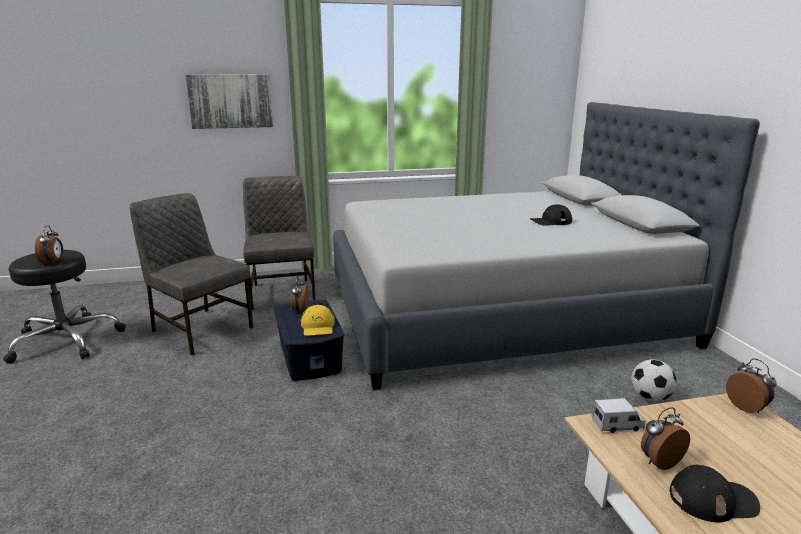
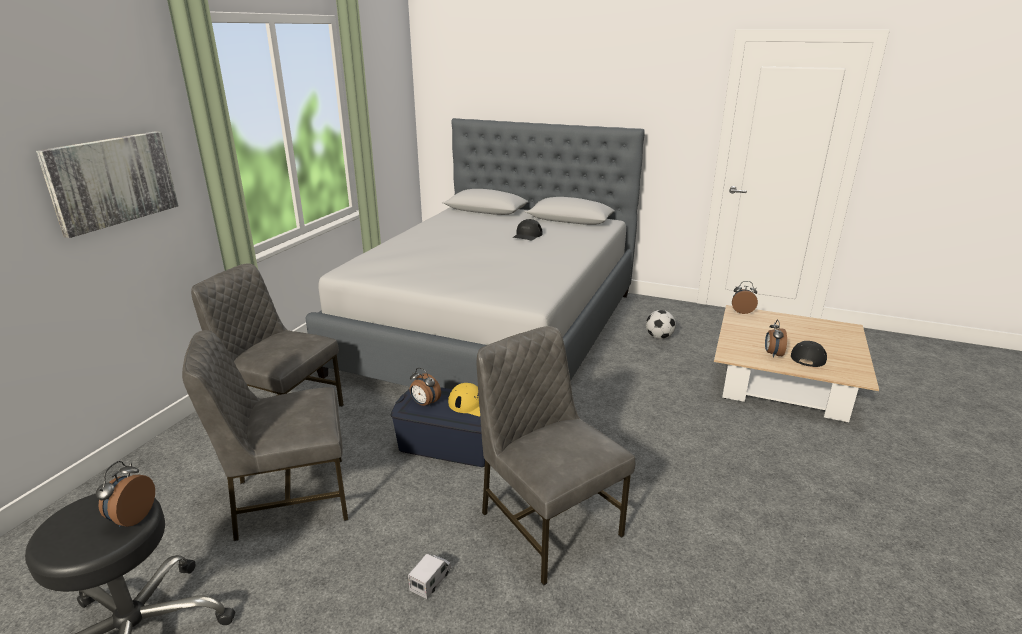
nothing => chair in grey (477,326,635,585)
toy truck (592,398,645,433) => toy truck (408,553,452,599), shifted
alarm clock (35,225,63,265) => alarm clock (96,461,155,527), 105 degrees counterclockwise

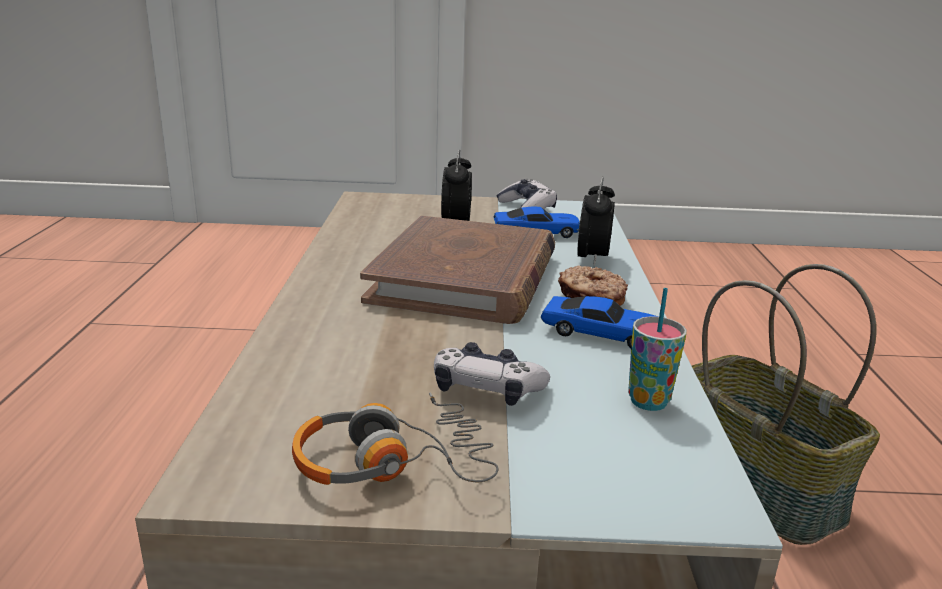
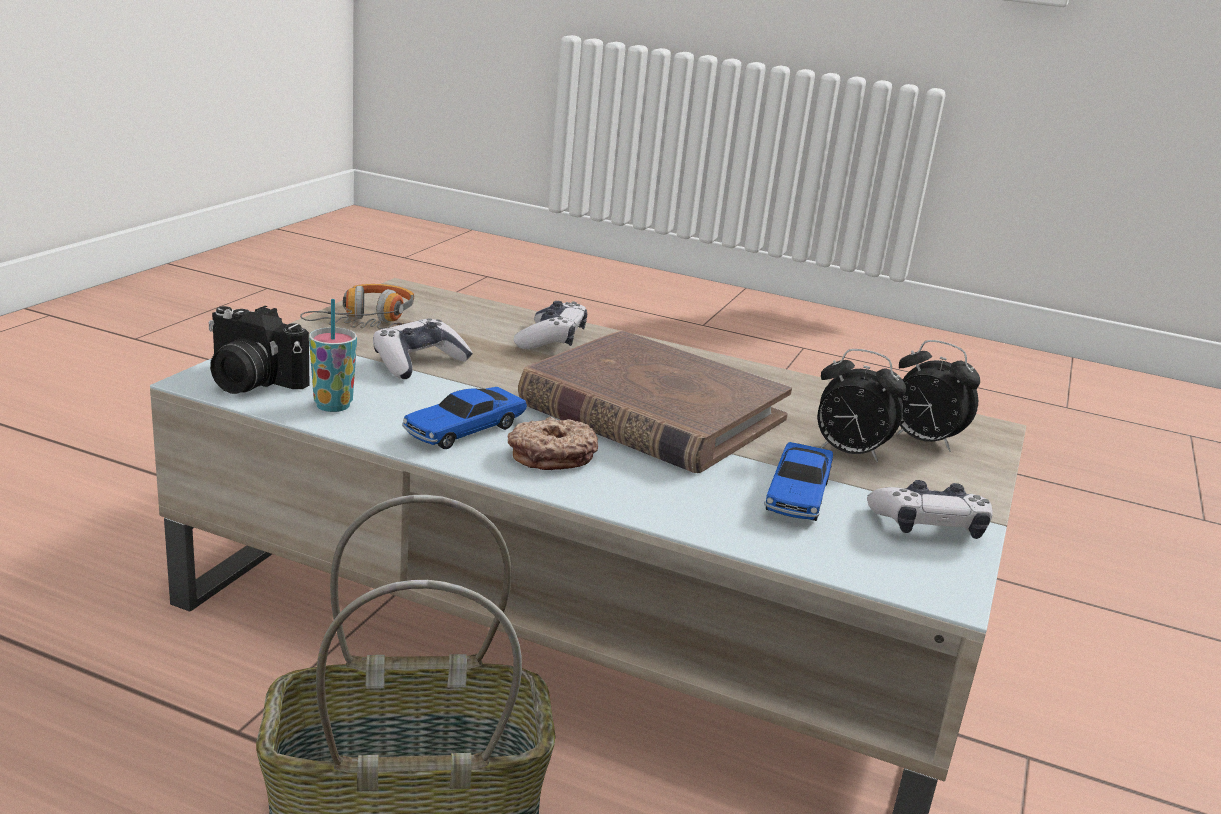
nothing => photo camera (208,306,310,394)
nothing => game controller (514,301,587,349)
alarm clock (577,176,615,266) => alarm clock (897,340,980,451), shifted

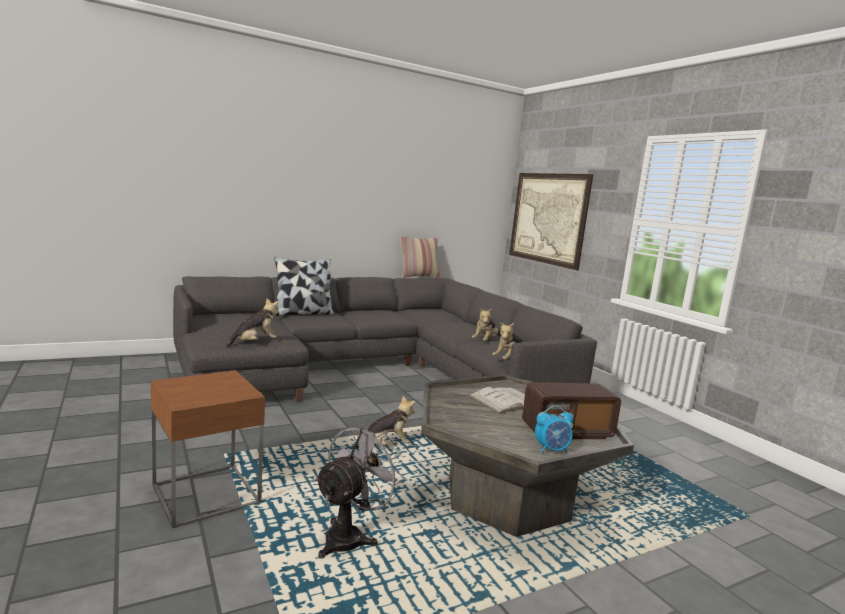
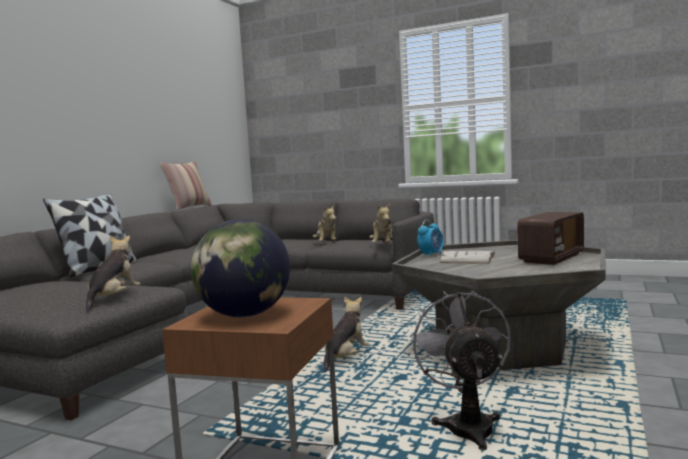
picture (509,173,593,270) => nothing
nothing => globe (191,219,290,317)
alarm clock (535,405,573,453) => alarm clock (418,220,444,257), shifted

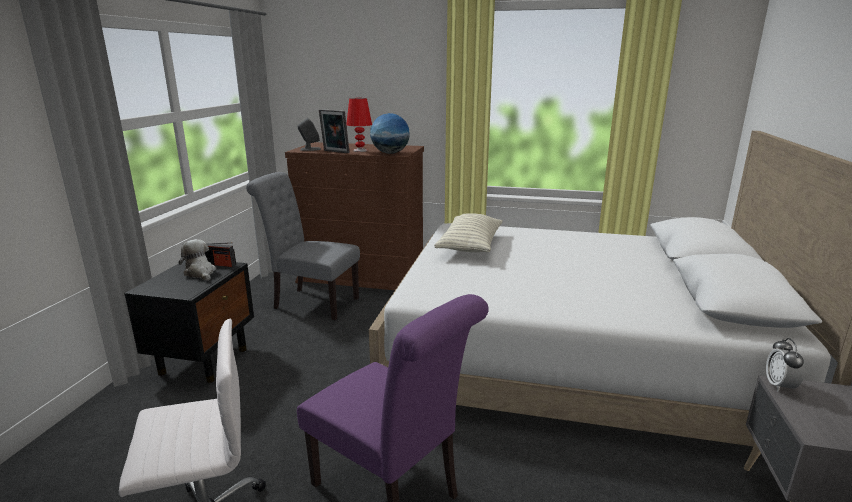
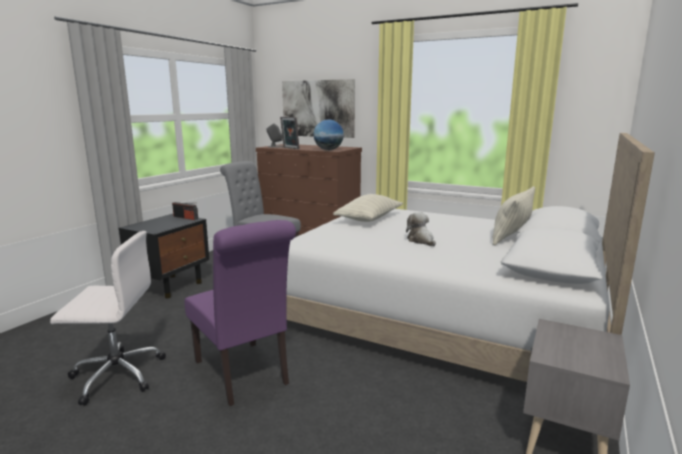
table lamp in red (346,98,372,152) => nothing
alarm clock (766,338,805,392) => nothing
nothing => picture (282,79,355,138)
nothing => pillow (493,186,535,246)
plush toy (179,239,216,281) => plush toy (406,212,436,246), shifted

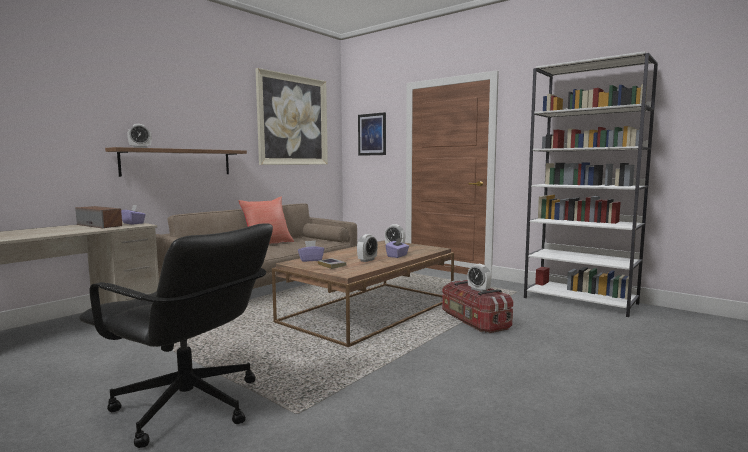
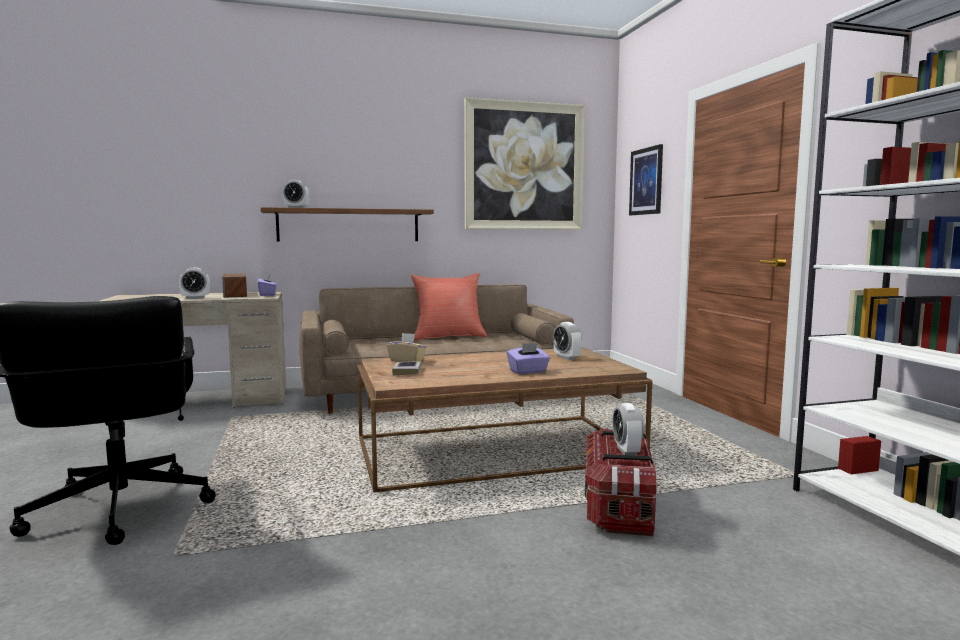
alarm clock (357,234,378,262) => alarm clock (179,268,210,299), shifted
tissue box in purple (298,240,324,262) => tissue box in beige (387,333,427,362)

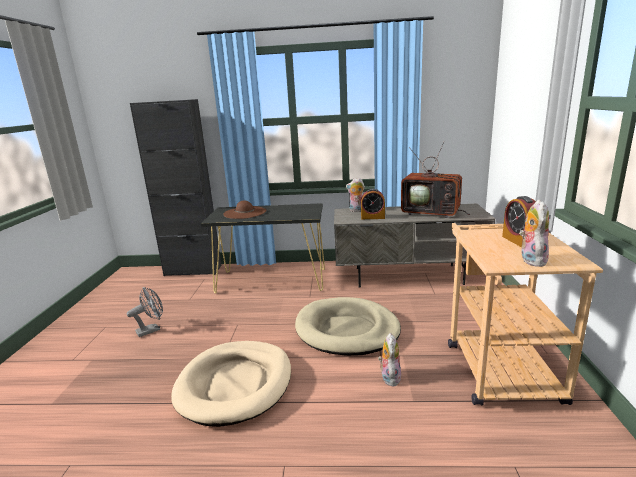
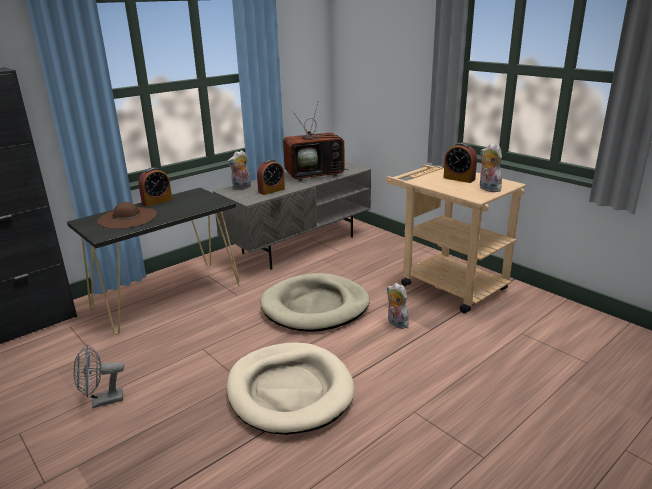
nothing => alarm clock (138,167,172,207)
fan in grey (127,287,163,337) => fan in grey (73,344,124,408), 120 degrees counterclockwise

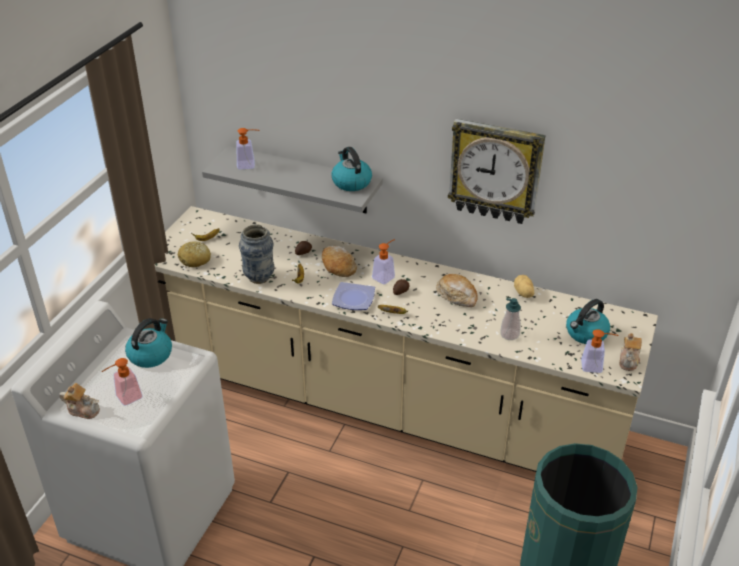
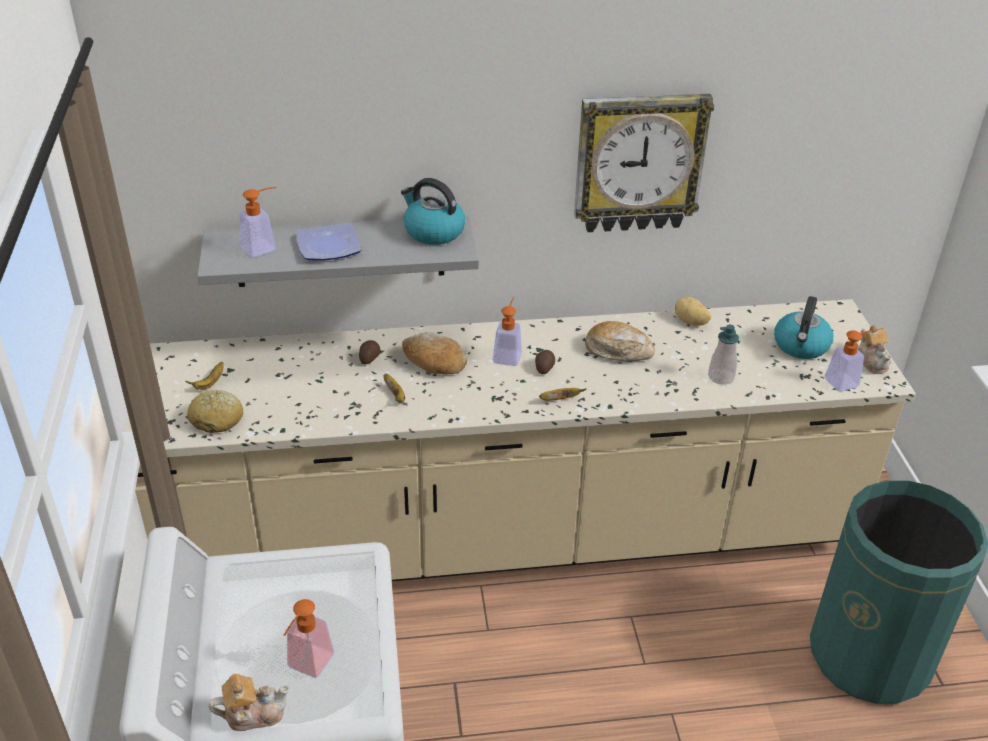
kettle (125,318,172,368) => nothing
vase (239,224,274,284) => nothing
plate (332,282,375,310) => plate (297,223,361,261), shifted

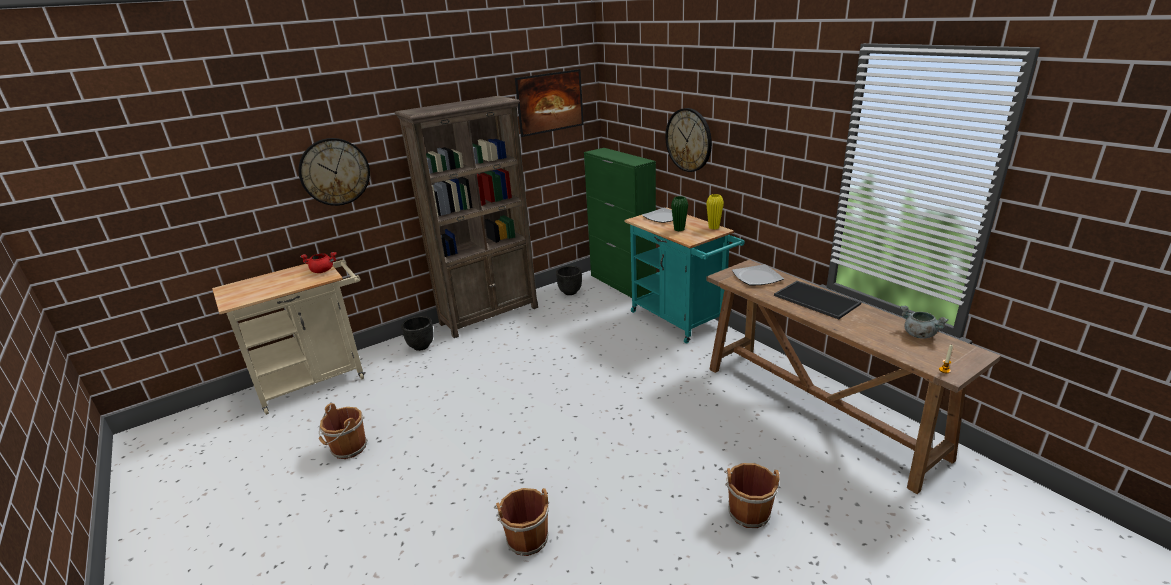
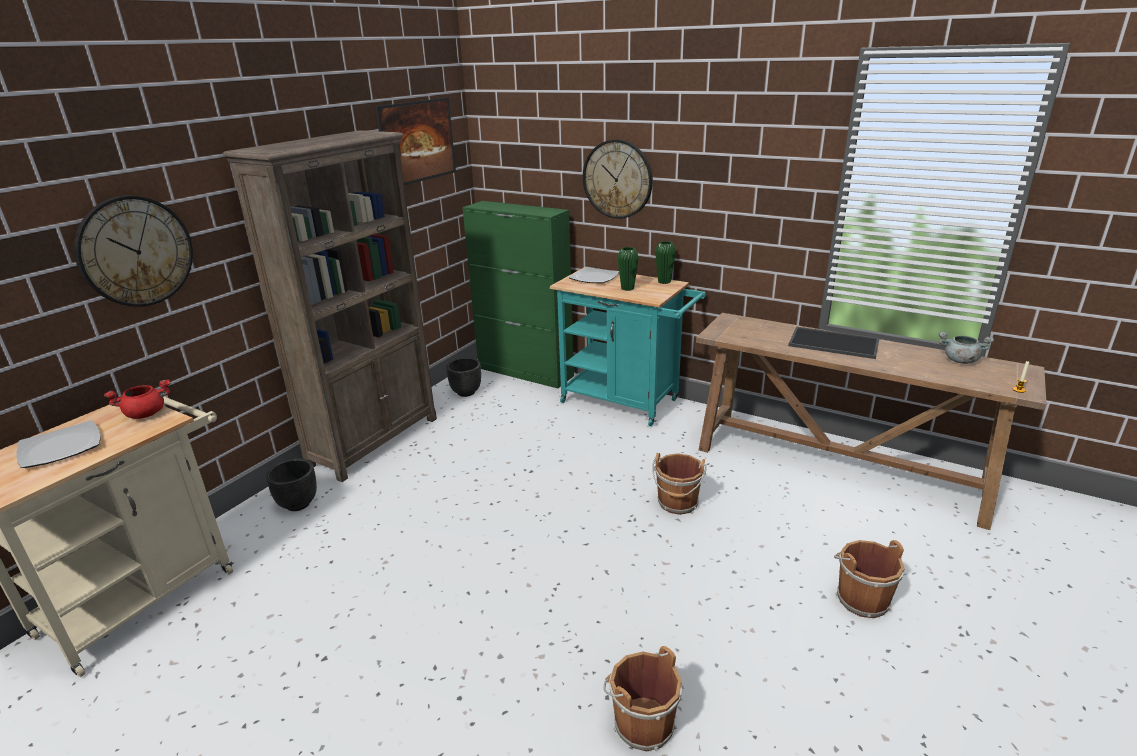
bucket in brown (319,403,368,459) => bucket in brown (652,453,707,515), shifted
plate (732,264,784,286) => plate (16,420,101,468), shifted
vase in yellow (706,194,724,230) => vase in green (655,241,676,284)

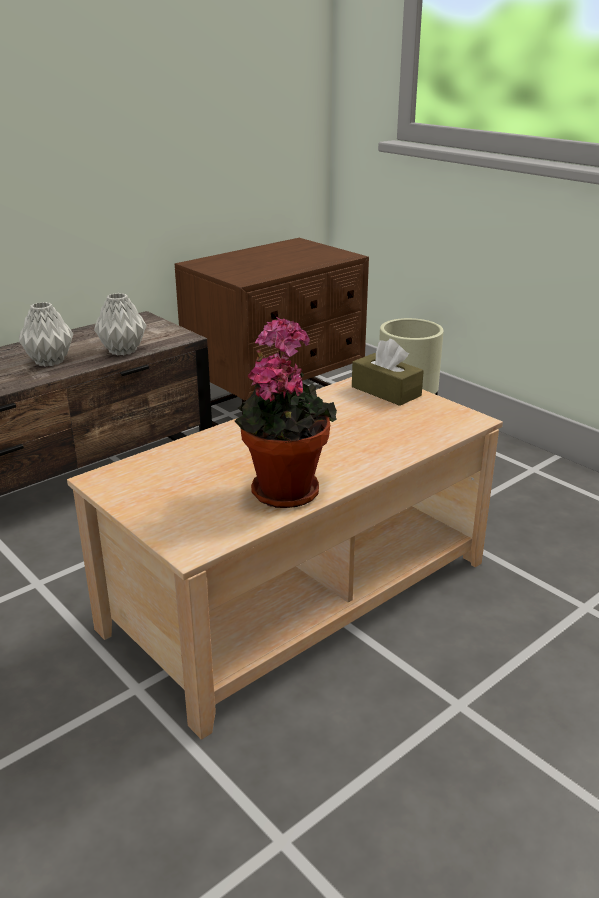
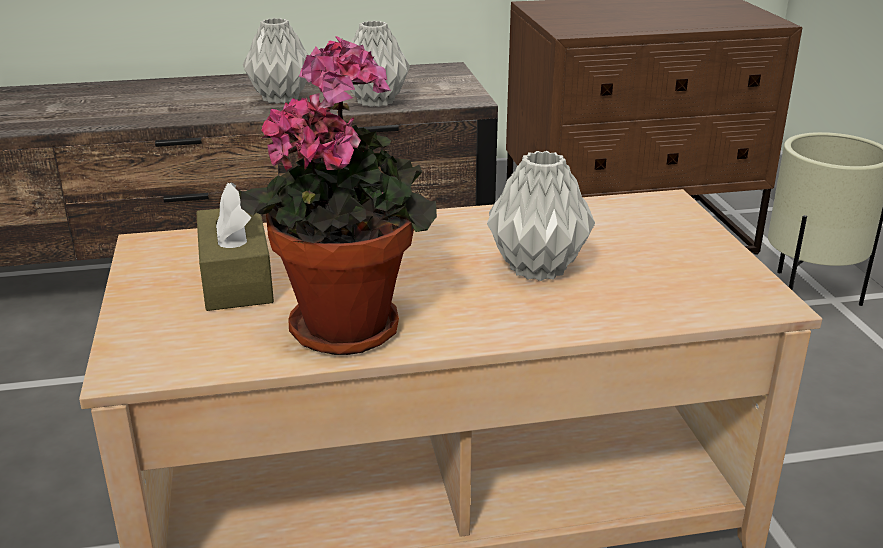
nothing => vase in grey (487,151,595,281)
tissue box in brown (352,339,424,406) => tissue box in brown (196,182,274,311), shifted

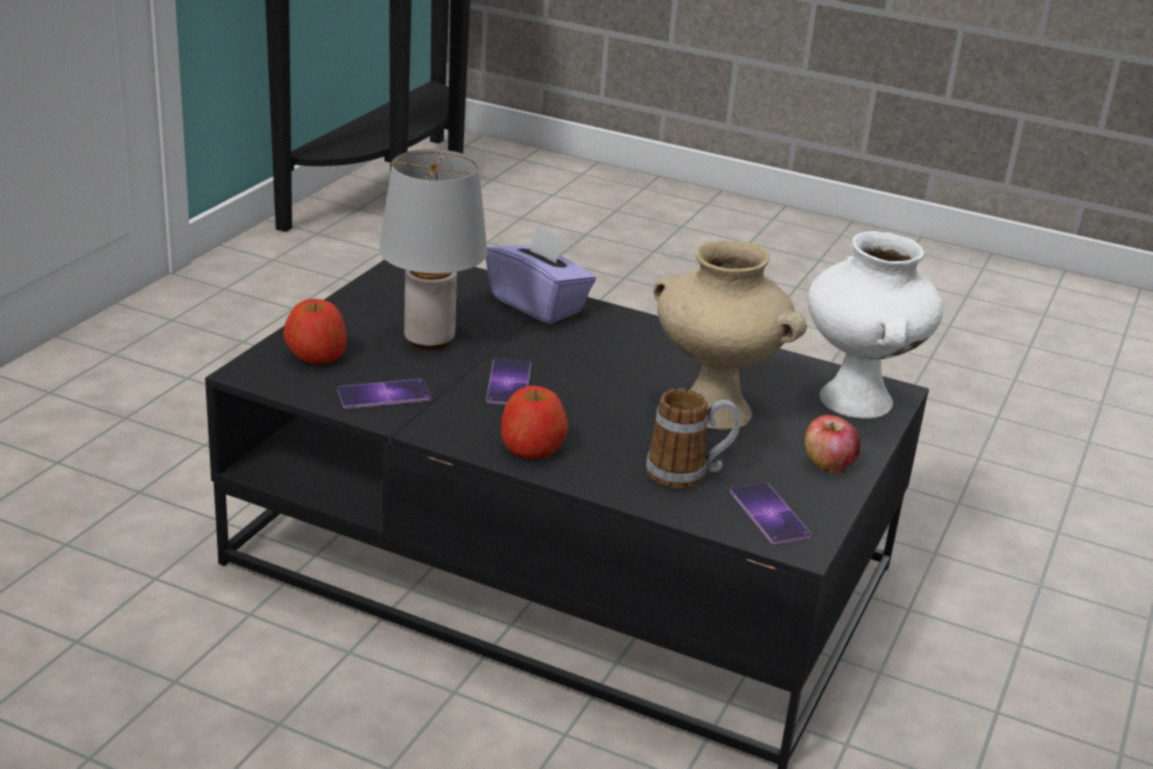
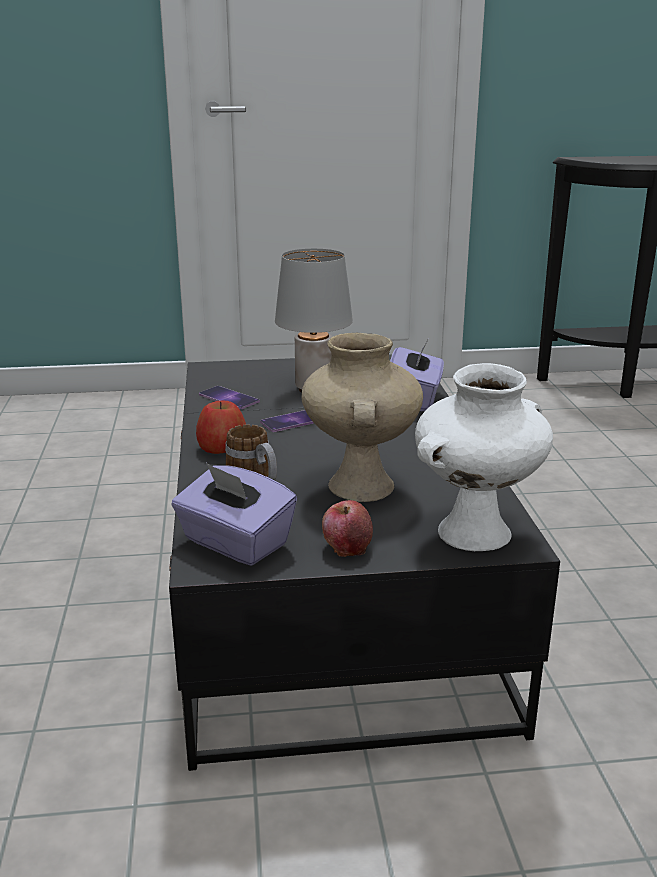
apple (284,299,347,364) => nothing
phone (730,483,812,545) => tissue box in purple (171,463,297,566)

